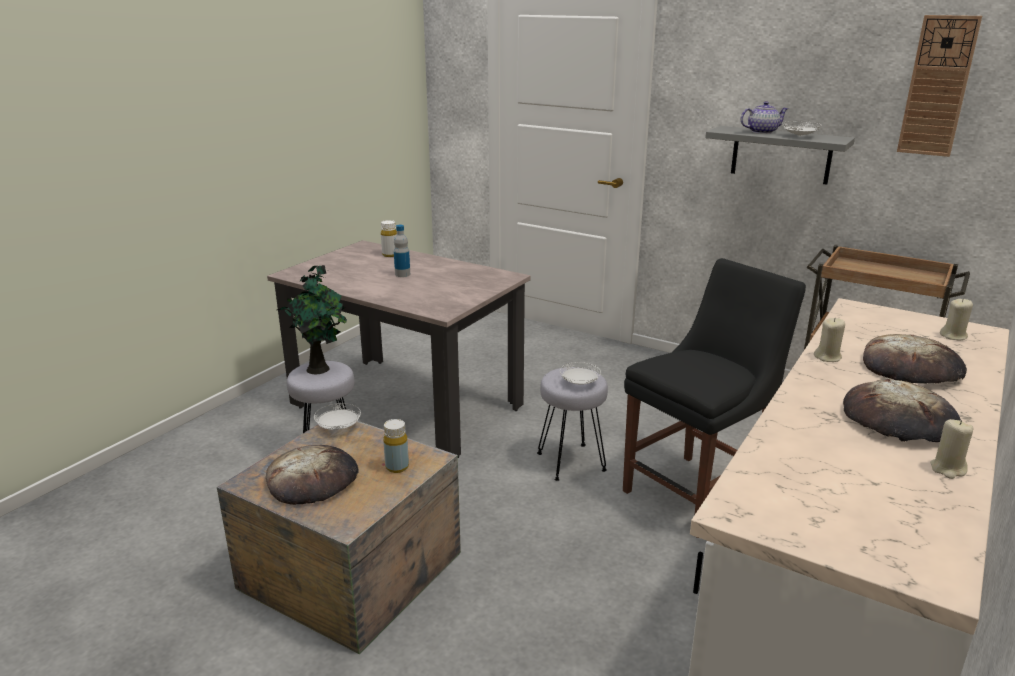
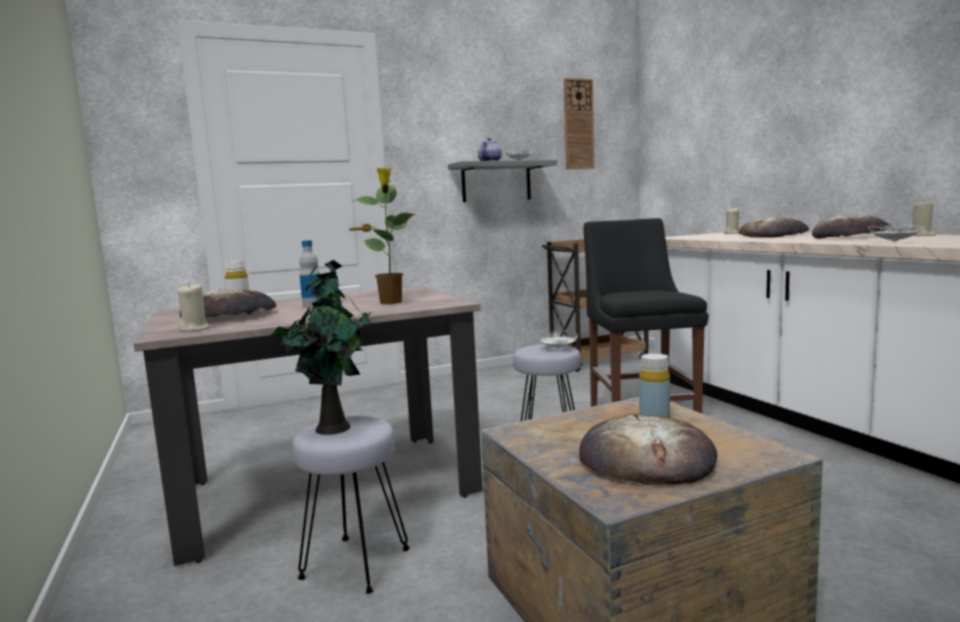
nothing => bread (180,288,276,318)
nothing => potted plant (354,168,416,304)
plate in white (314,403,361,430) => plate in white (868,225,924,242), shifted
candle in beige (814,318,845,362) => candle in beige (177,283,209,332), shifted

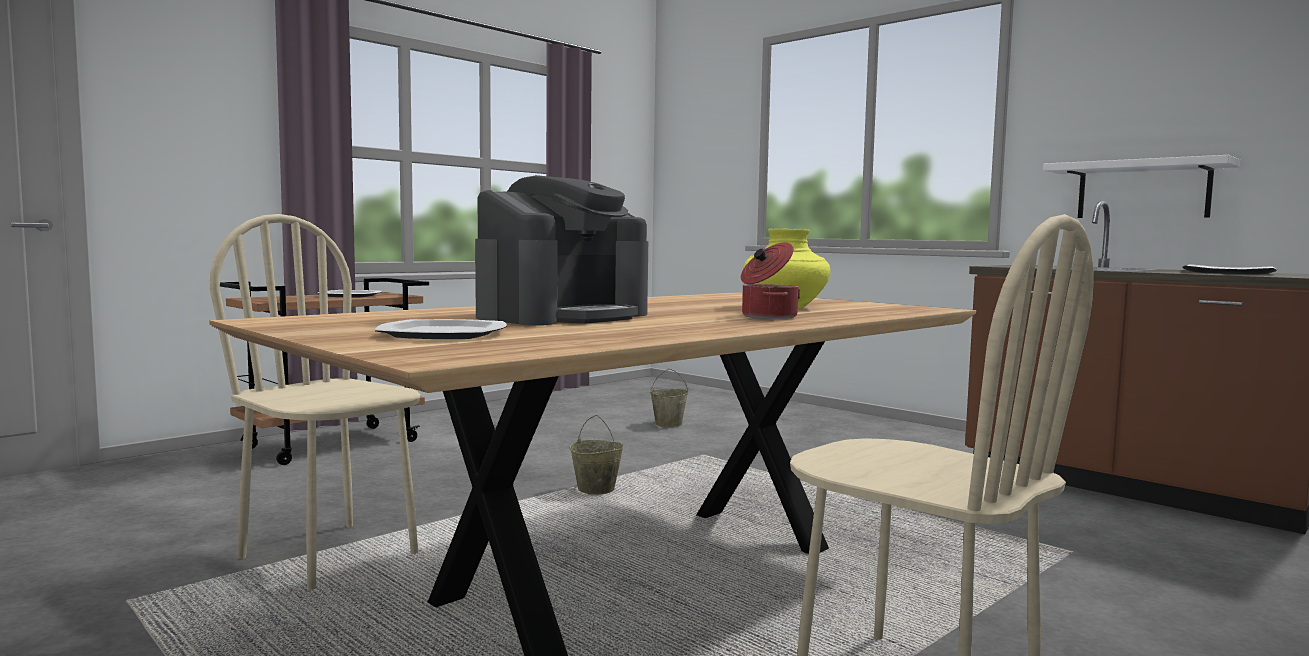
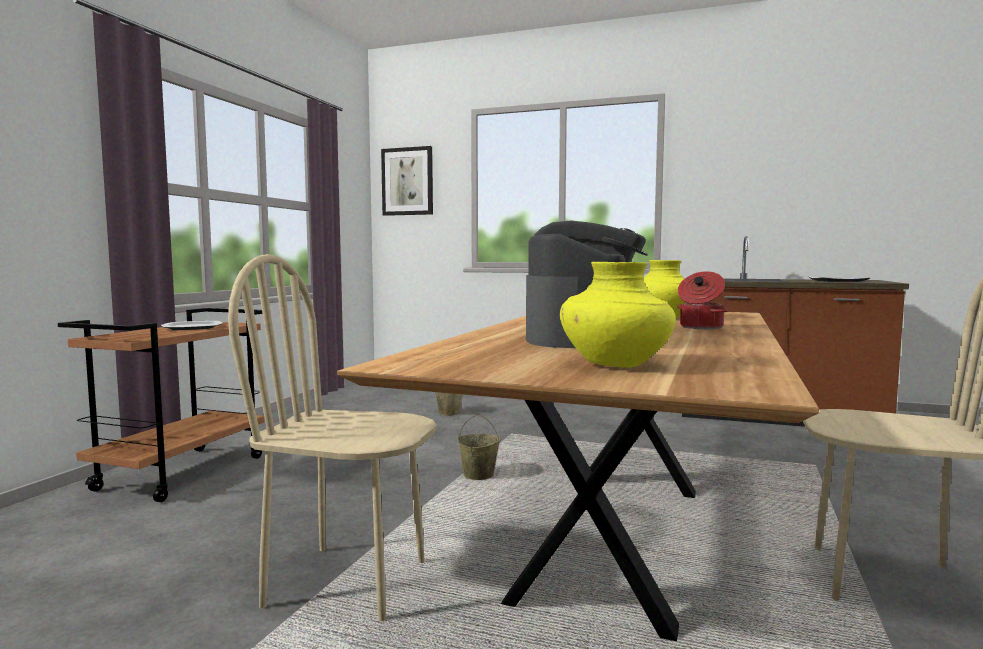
shelf in white (1043,155,1240,218) => nothing
nothing => picture (381,146,433,216)
plate (375,319,507,339) => vase in yellow (560,262,676,368)

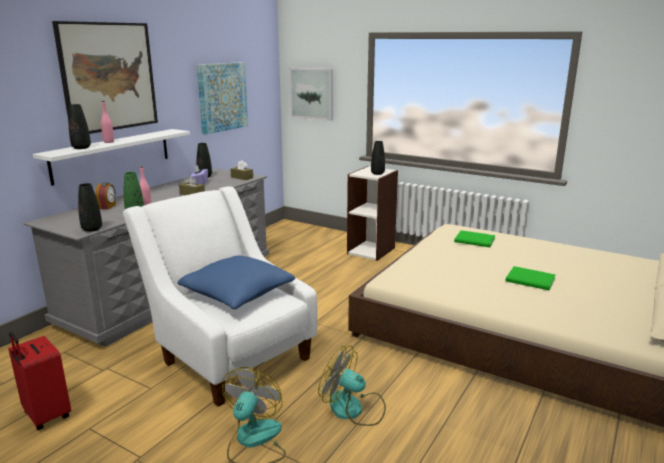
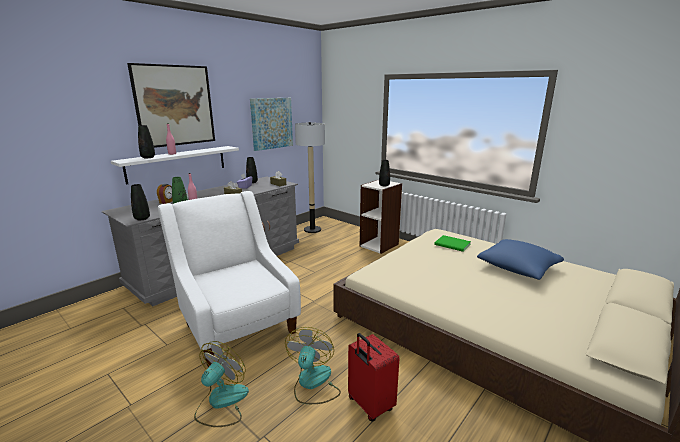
picture (289,68,333,121) => nothing
book in green (506,266,556,290) => nothing
nothing => floor lamp (295,122,325,233)
suitcase in red (8,332,71,430) => suitcase in red (348,333,400,422), shifted
pillow in blue (178,255,295,309) => pillow in blue (477,239,564,280), shifted
fan (318,346,386,426) => fan (285,327,341,404), 60 degrees clockwise

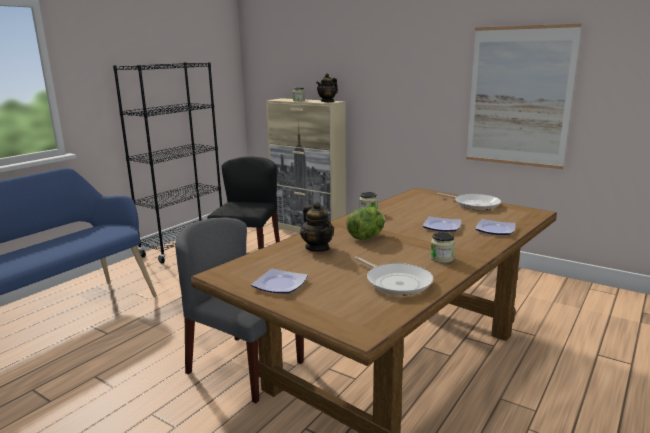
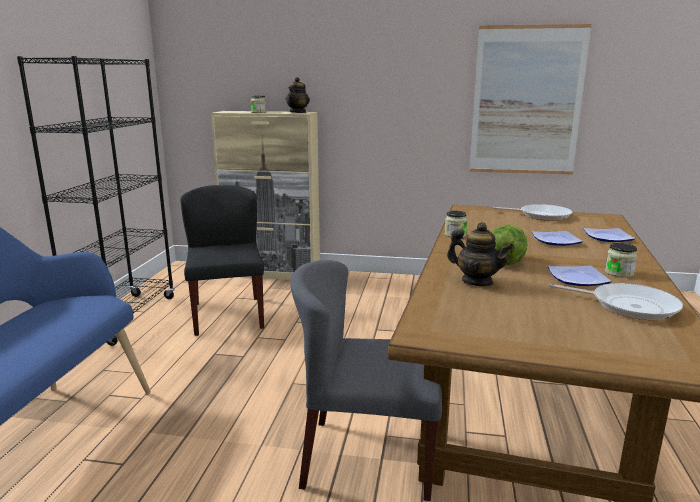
plate (251,268,308,294) => plate (548,266,611,286), shifted

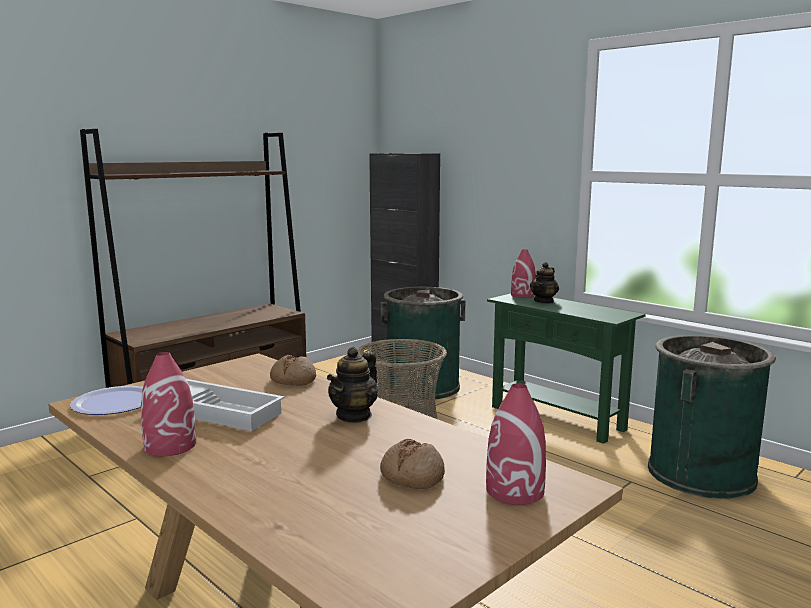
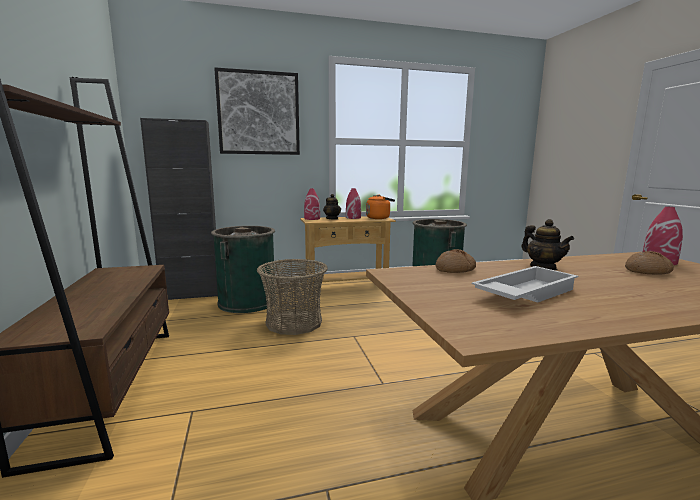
plate (70,386,143,415) => nothing
nothing => picture (214,67,300,155)
nothing => kettle in orange (366,195,395,219)
vase in red (141,352,196,456) => vase in red (346,188,361,219), shifted
console table in green (487,294,646,444) => console table in beige (300,216,396,296)

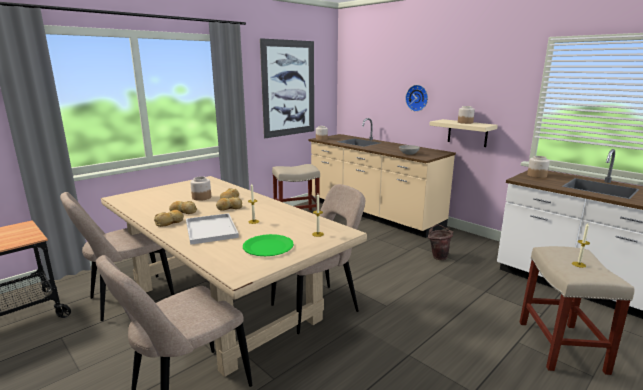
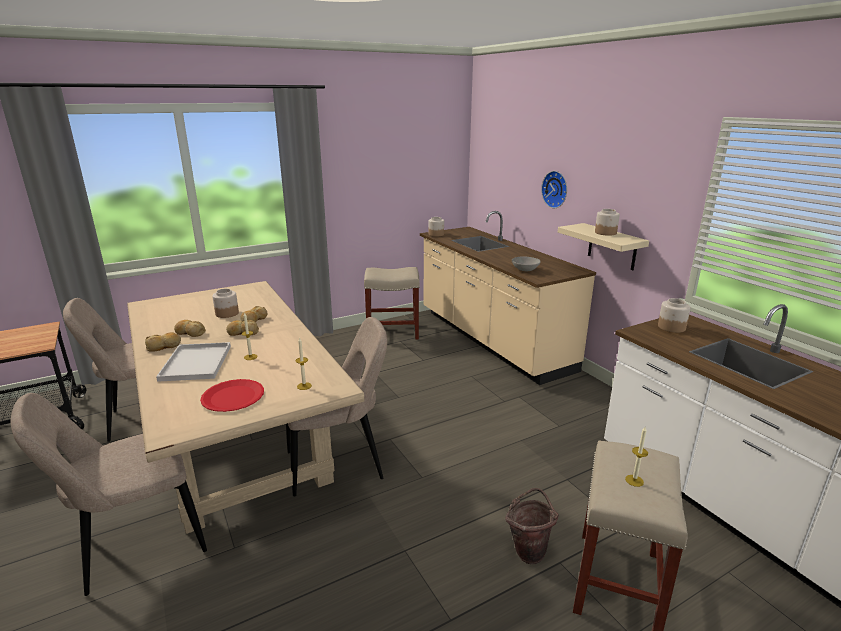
picture (260,38,314,138) => nothing
bucket in brown (428,224,453,260) => bucket in brown (505,488,559,564), shifted
plate in green (243,234,294,256) => plate in red (200,379,264,412)

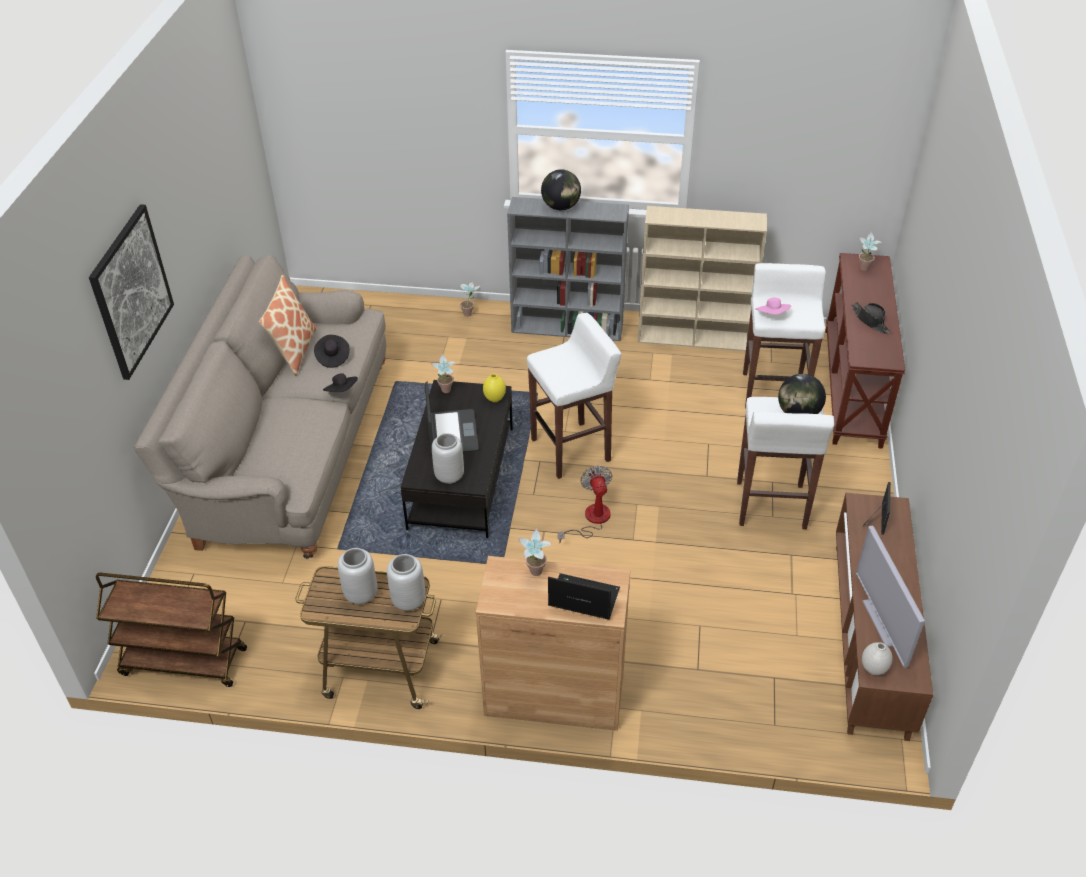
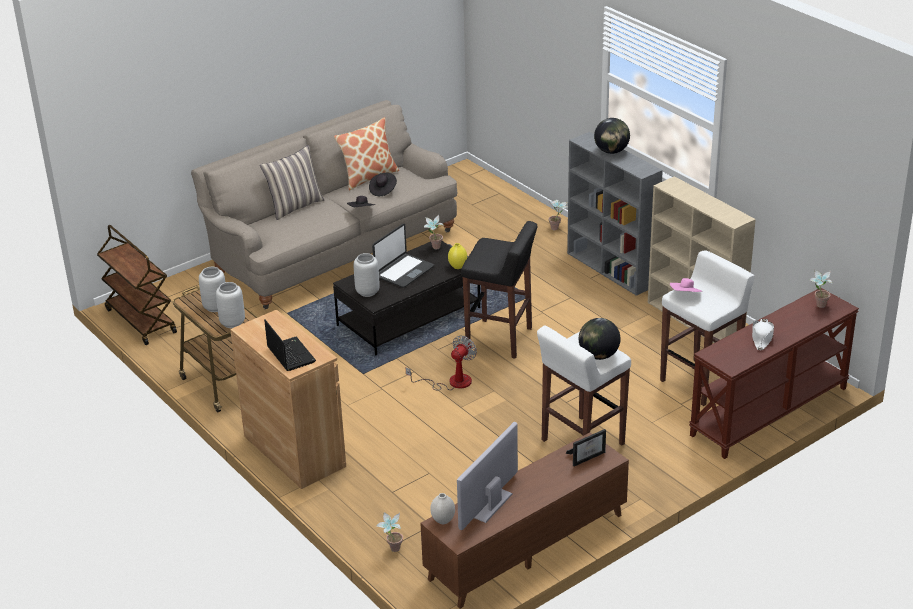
picture (89,204,174,380) => nothing
nothing => pillow (260,145,324,220)
potted plant (518,528,553,576) => potted plant (376,512,403,552), shifted
stool in white (527,313,622,479) => stool in black (461,221,537,359)
hat in black (852,302,892,334) => hat in white (752,319,774,350)

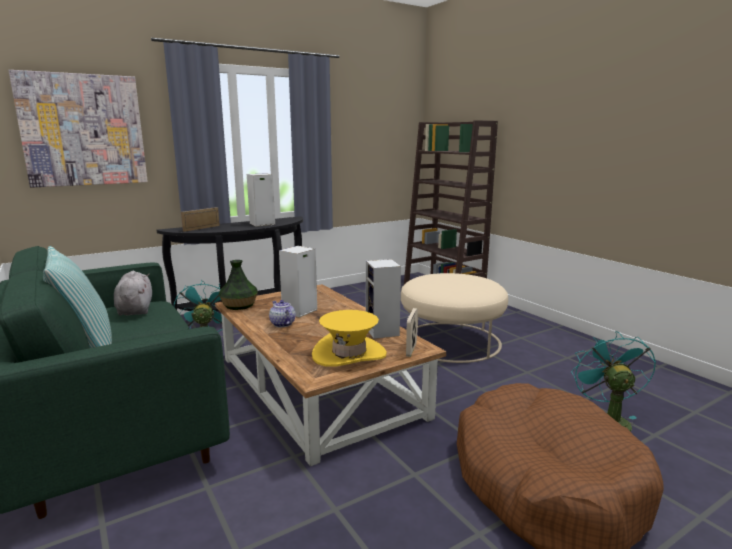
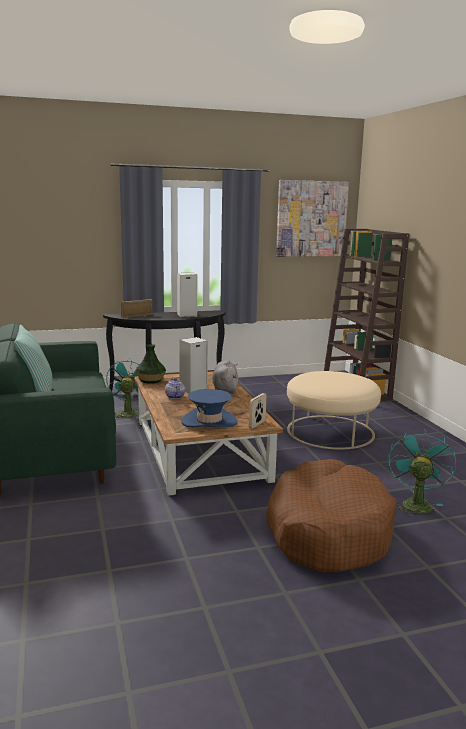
speaker (366,259,401,339) => nothing
picture (8,70,148,188) => picture (276,180,349,257), shifted
plush toy in grey (114,271,152,316) => plush toy in grey (212,360,238,394), shifted
hat in yellow (312,310,387,367) => hat in blue (182,389,237,427)

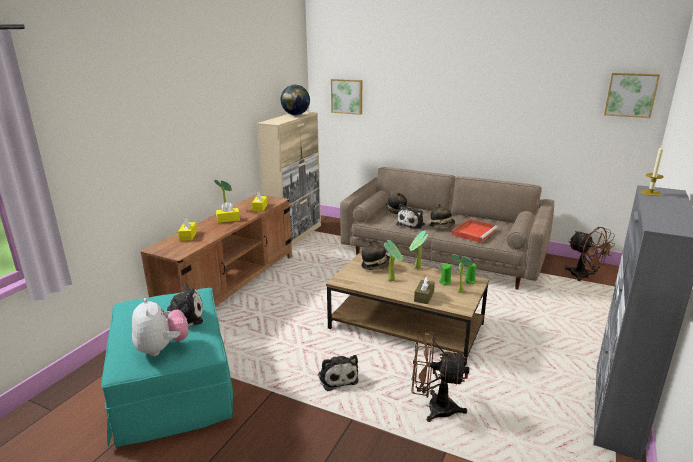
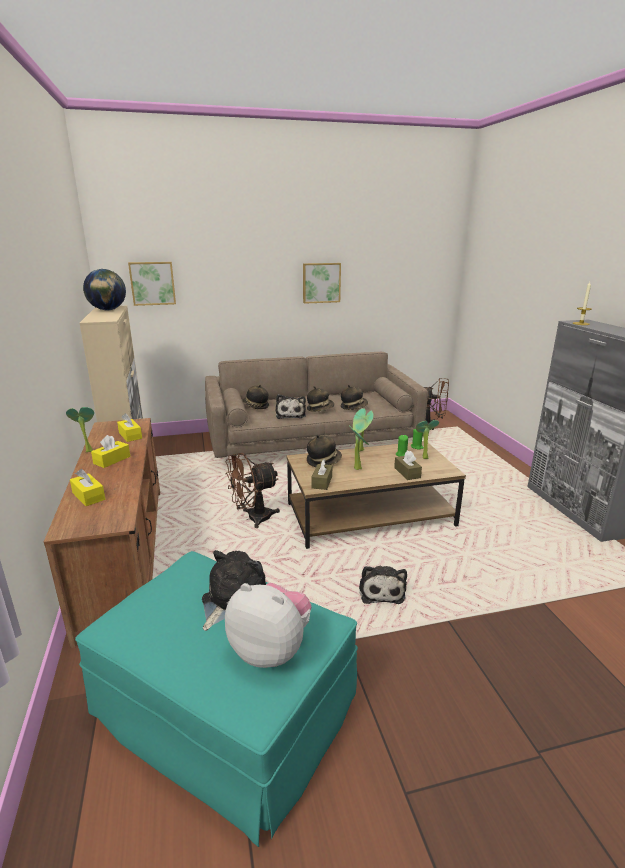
nothing => tissue box in brown (311,460,332,490)
fan in brown (411,332,470,422) => fan in brown (225,453,280,528), shifted
picture (604,73,660,118) => picture (303,263,341,304), shifted
tray in red (452,219,498,243) => hat (341,385,368,410)
plush toy (318,355,359,391) => plush toy (359,566,407,604), 60 degrees clockwise

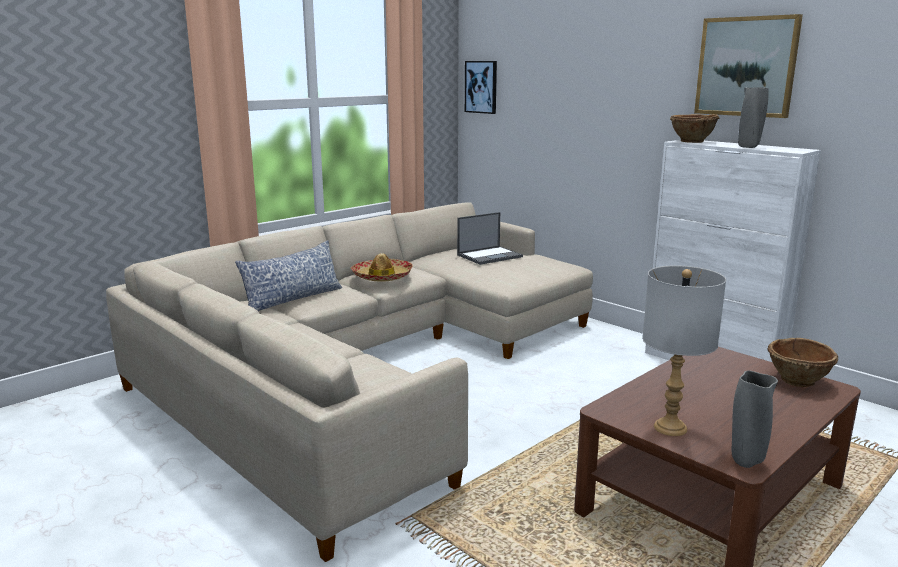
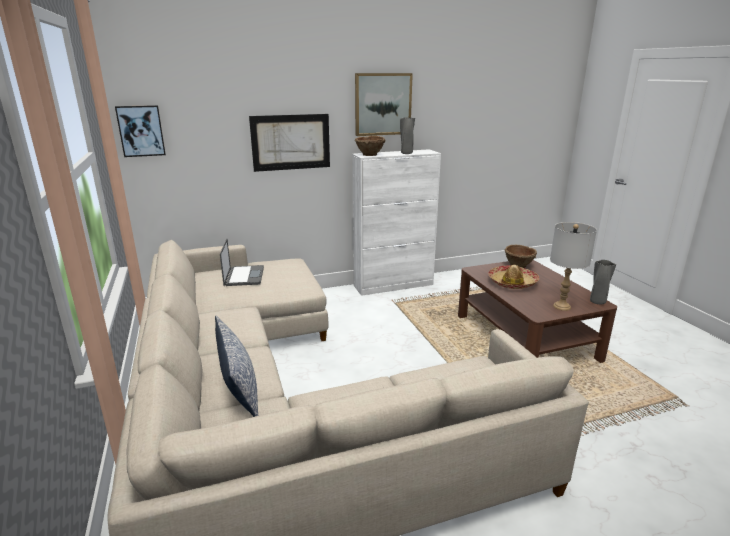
nothing => picture (249,114,330,172)
hat (350,253,413,282) => hat (488,265,540,289), shifted

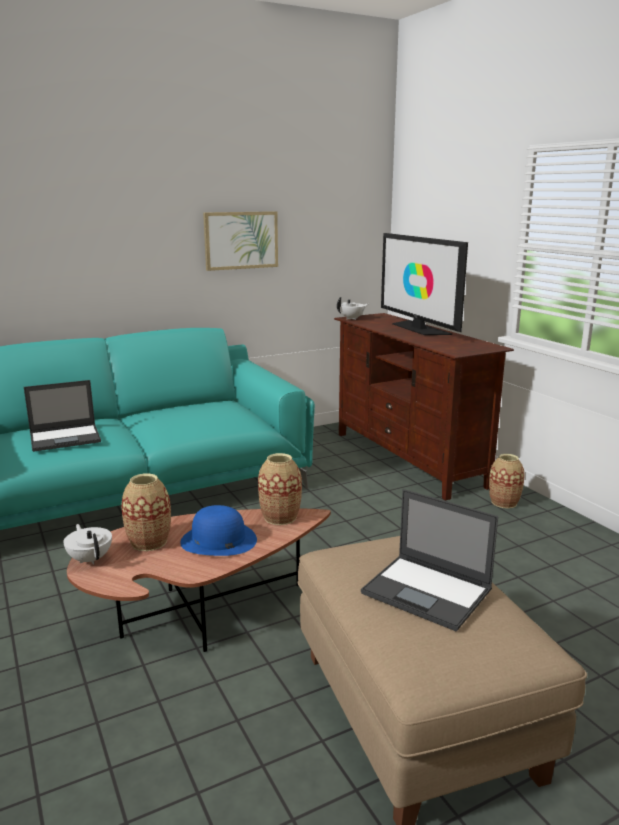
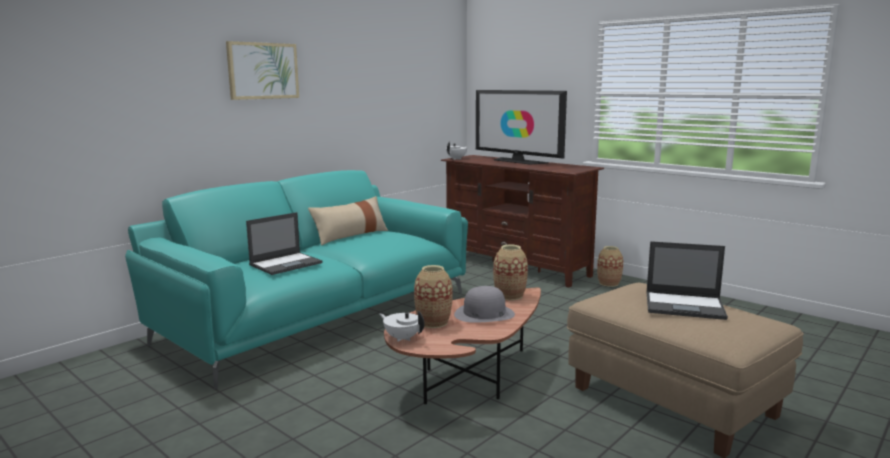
nothing => pillow in beige (308,196,388,246)
picture (203,211,278,271) => picture (226,41,299,100), shifted
hat in blue (180,505,257,556) => hat in grey (454,286,515,323)

